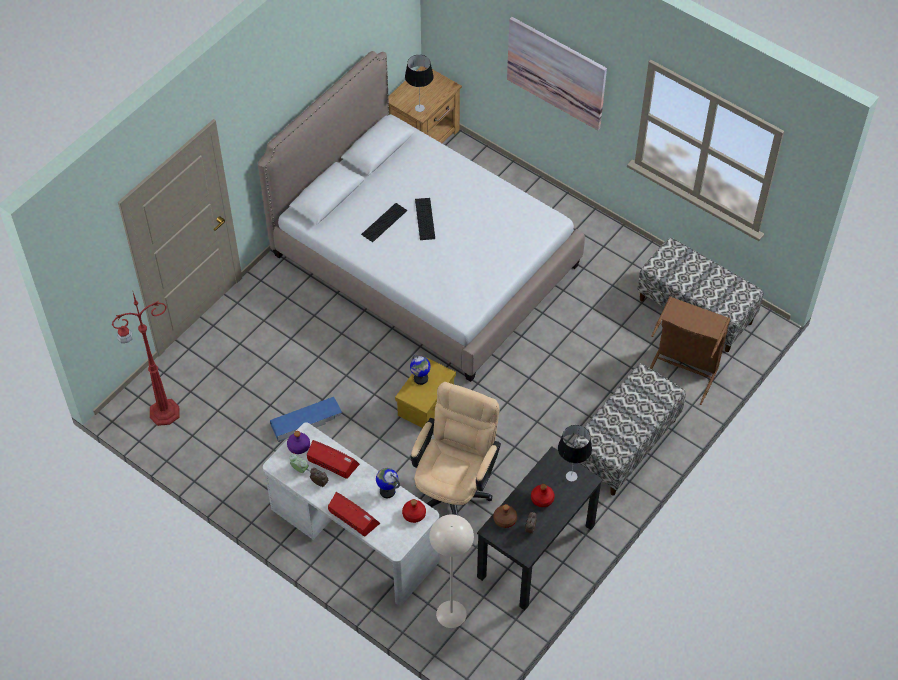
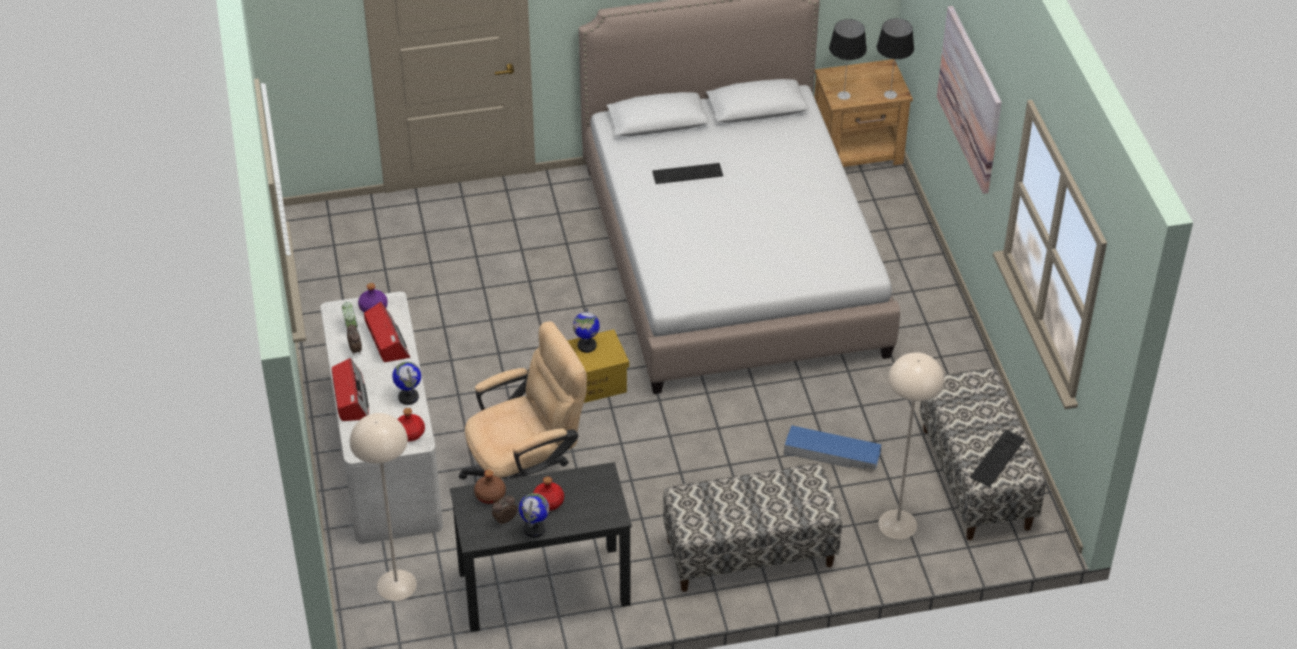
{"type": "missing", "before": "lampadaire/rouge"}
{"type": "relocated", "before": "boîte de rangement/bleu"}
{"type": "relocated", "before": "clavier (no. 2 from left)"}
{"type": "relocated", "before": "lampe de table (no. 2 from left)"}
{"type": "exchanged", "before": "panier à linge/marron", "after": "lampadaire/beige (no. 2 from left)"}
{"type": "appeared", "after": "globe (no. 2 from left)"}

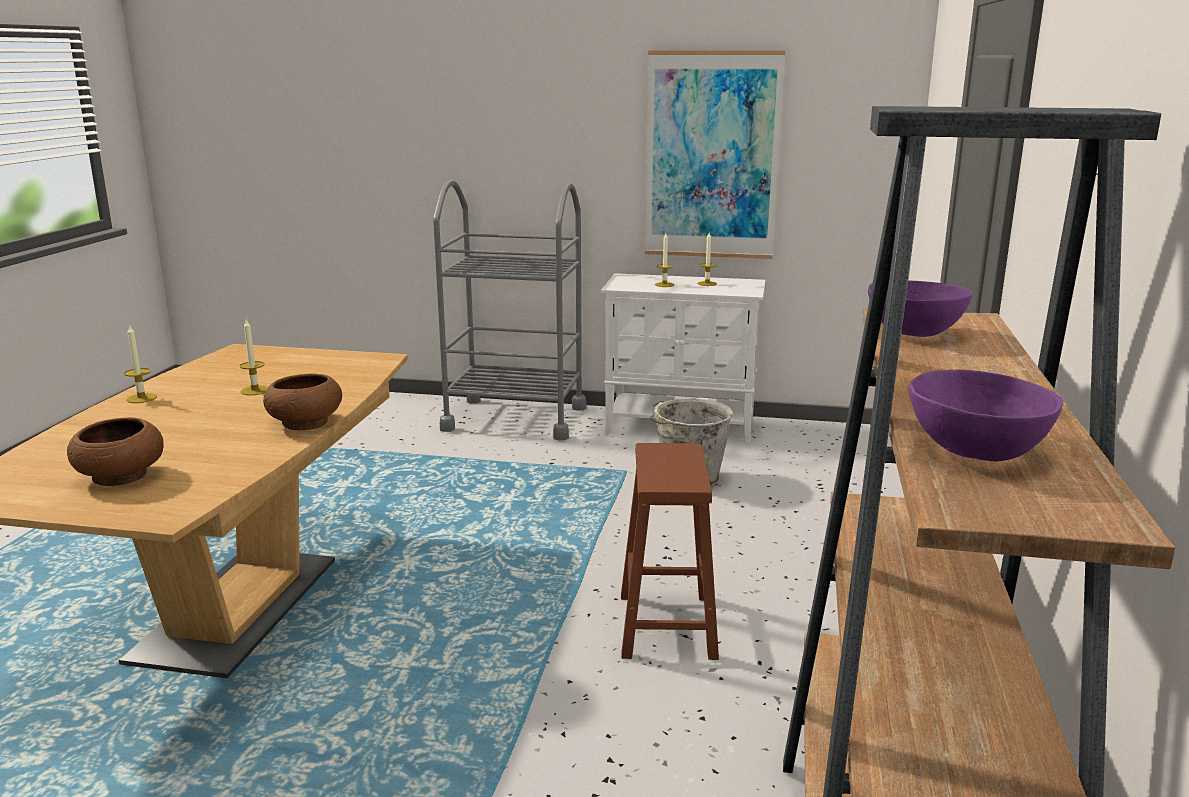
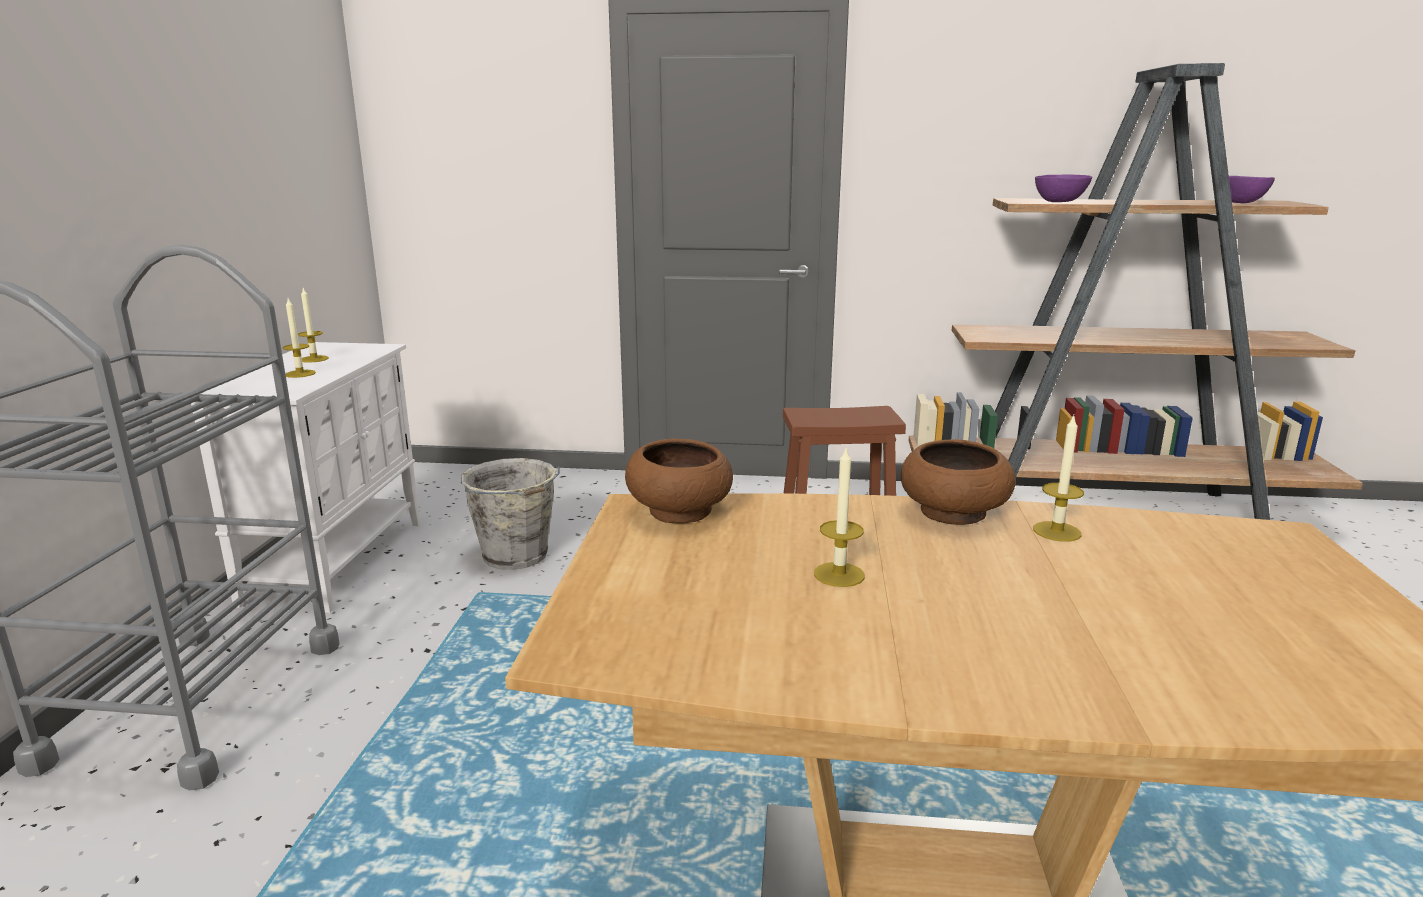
{"type": "relocated", "before": "bol/marron (no. 1 from left)"}
{"type": "relocated", "before": "bougie (no. 1 from left in the first image)", "after": "bougie (no. 4 from left)"}
{"type": "missing", "before": "tableau"}

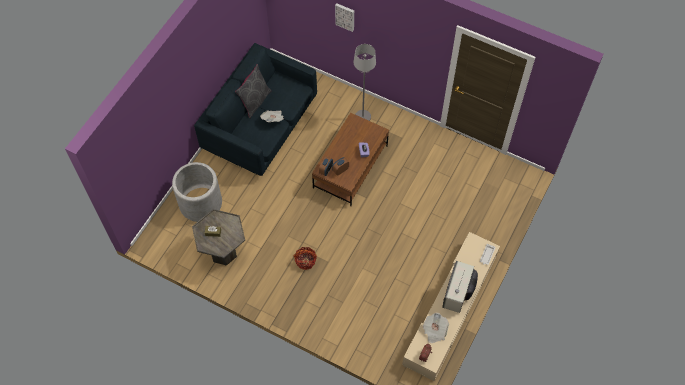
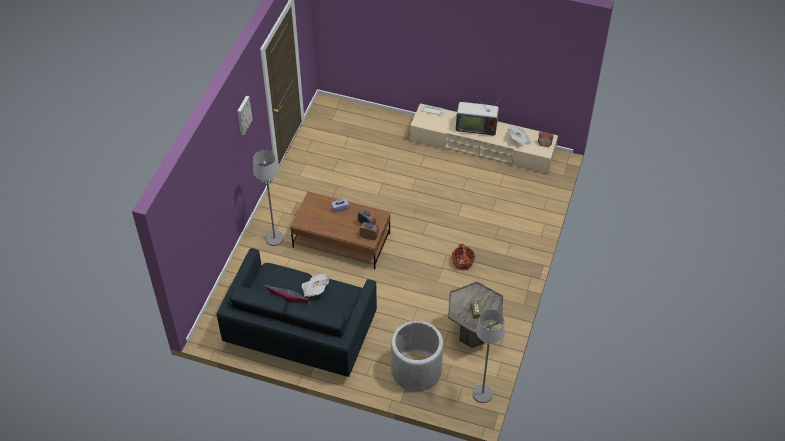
{"type": "relocated", "before": "tableau"}
{"type": "appeared", "after": "lampadaire/gris (no. 2 from left)"}

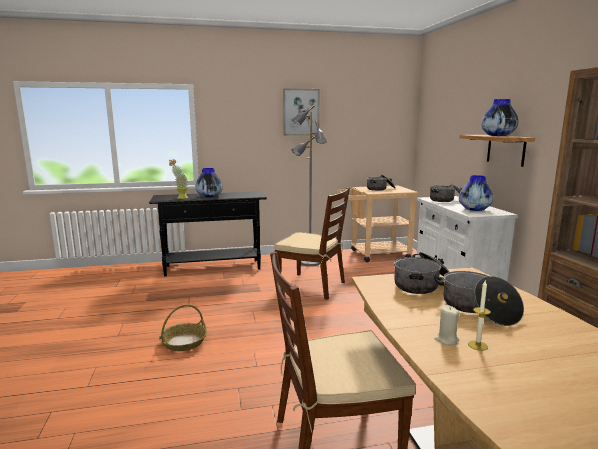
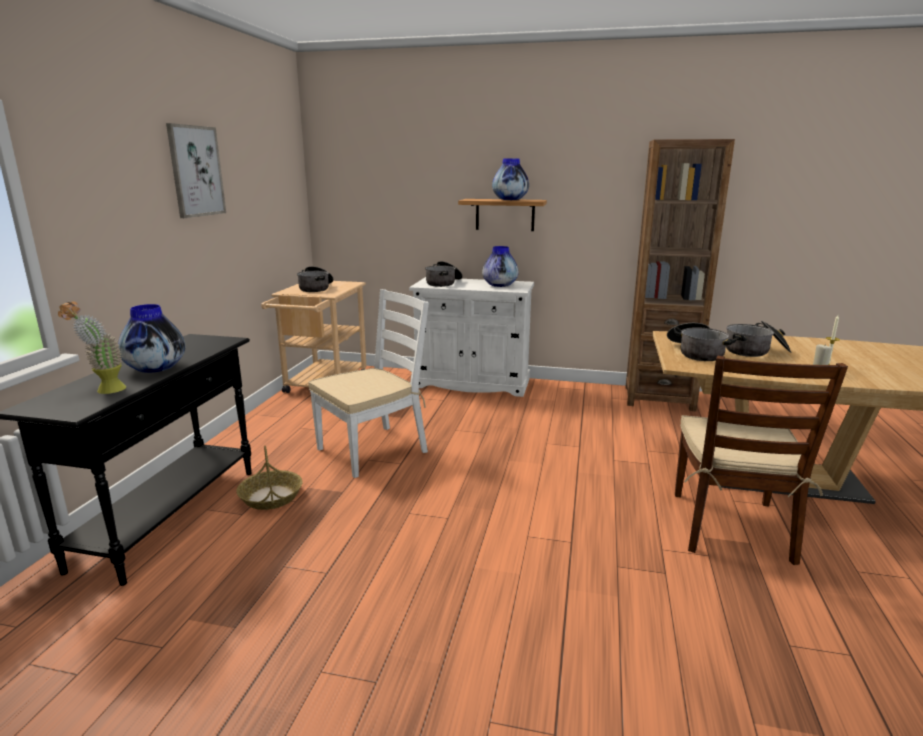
{"type": "relocated", "before": "panier"}
{"type": "colour", "before": "chaise/marron (no. 1 from left)", "after": "chaise/blanc"}
{"type": "missing", "before": "lampadaire/gris"}

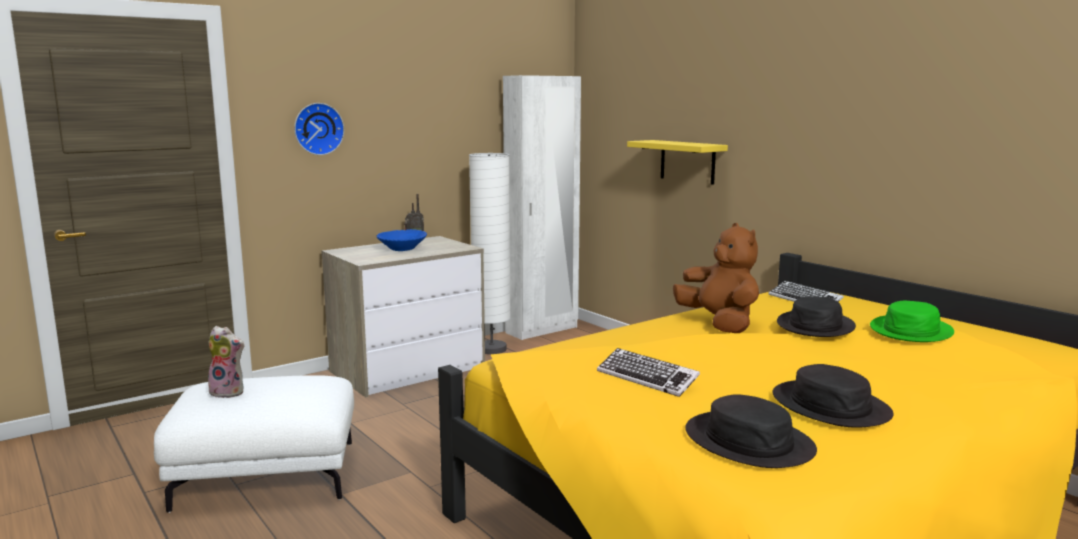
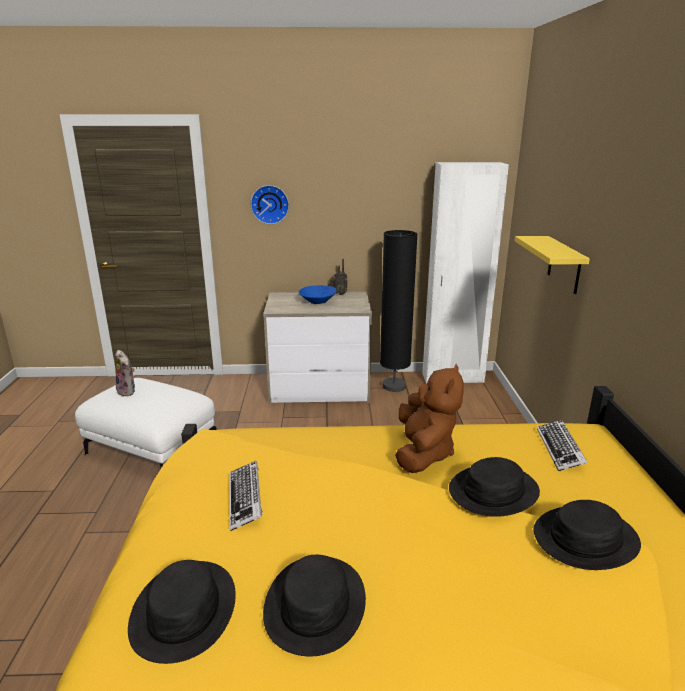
{"type": "colour", "before": "lampadaire/blanc", "after": "lampadaire/noir"}
{"type": "colour", "before": "chapeau/vert", "after": "chapeau/noir (no. 4 from left)"}

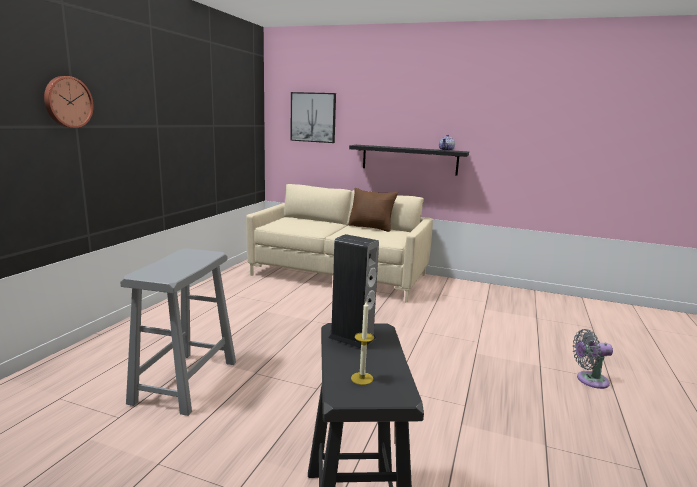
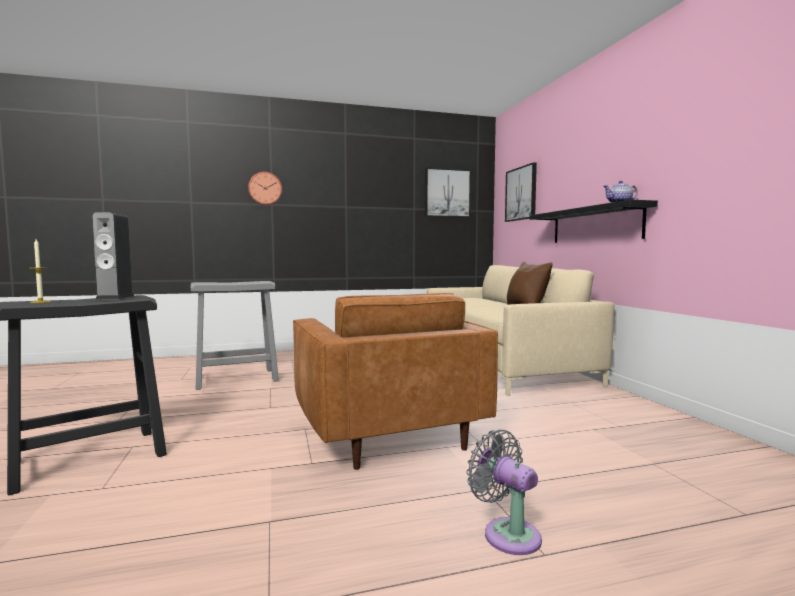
{"type": "appeared", "after": "fauteuil/marron"}
{"type": "appeared", "after": "tableau (no. 1 from left)"}

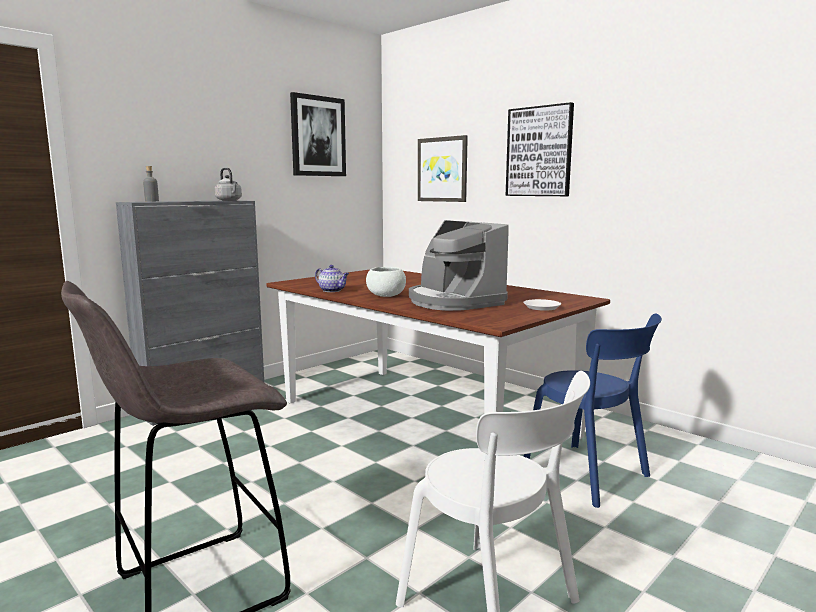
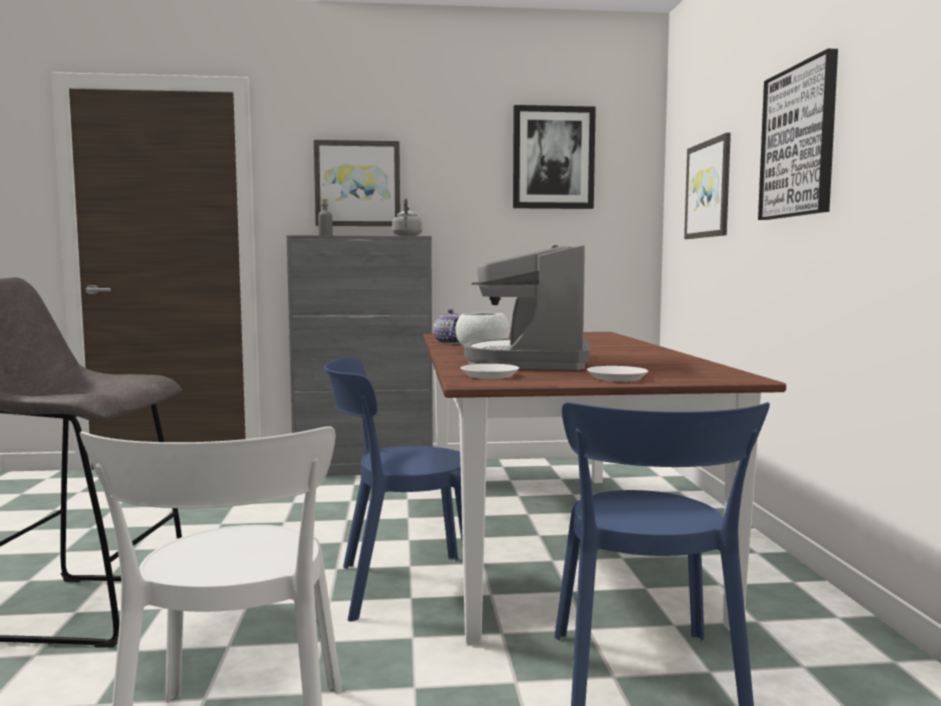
{"type": "appeared", "after": "tableau (no. 1 from left)"}
{"type": "appeared", "after": "chaise/bleu (no. 1 from left)"}
{"type": "appeared", "after": "assiette/blanc (no. 1 from left)"}

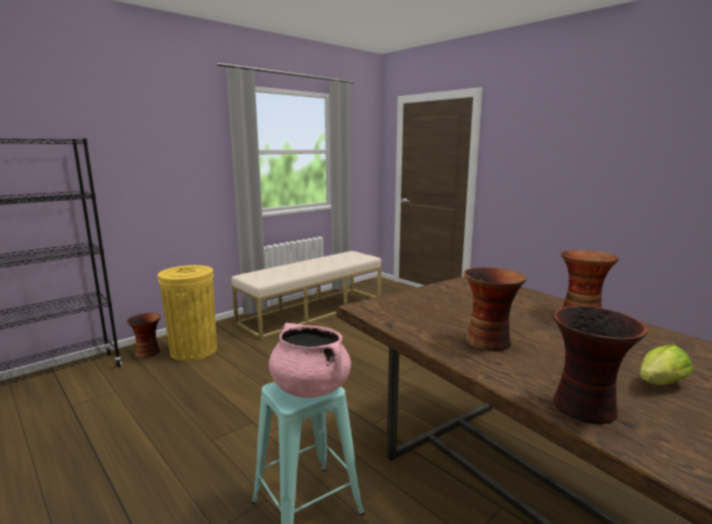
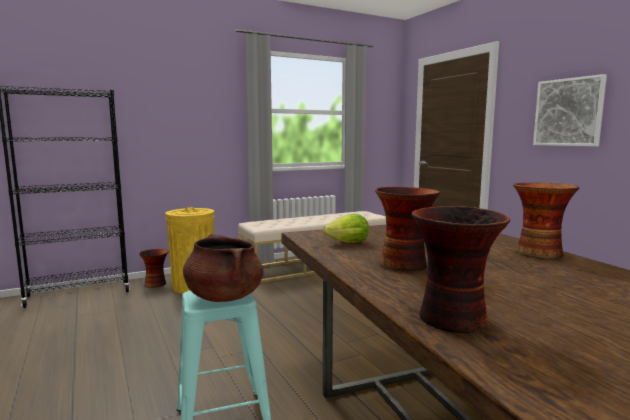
{"type": "colour", "before": "marmite/rose", "after": "marmite/marron"}
{"type": "relocated", "before": "laitue"}
{"type": "appeared", "after": "tableau"}

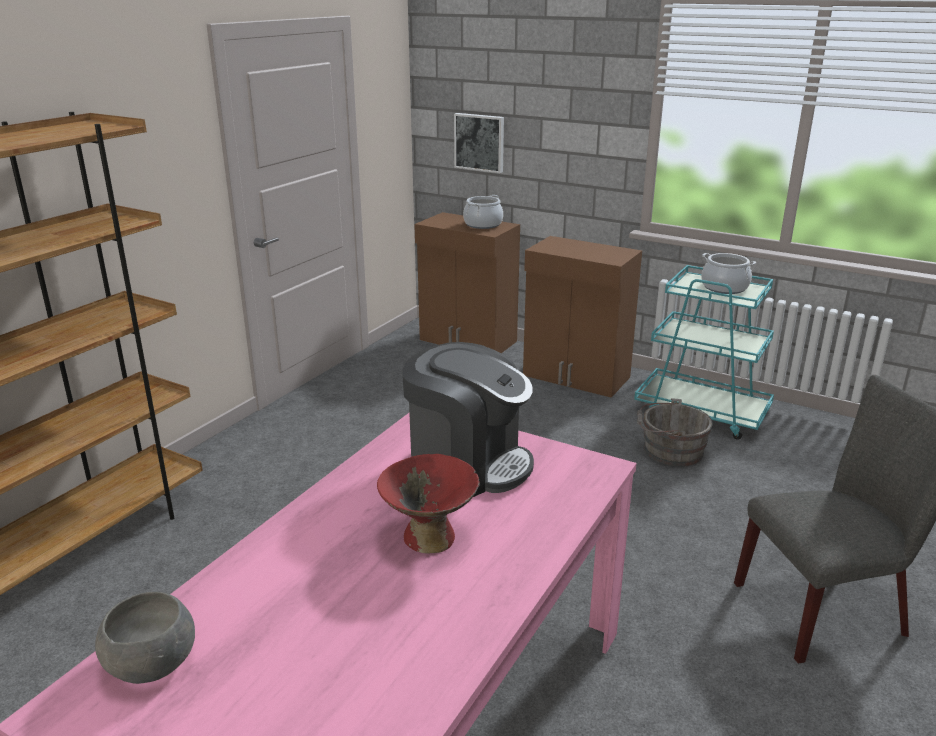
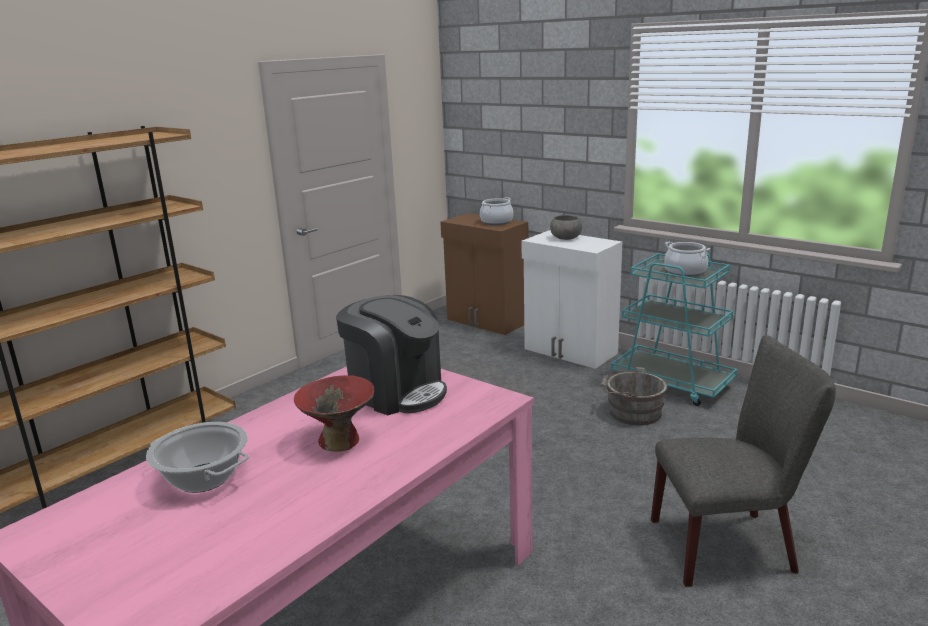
{"type": "relocated", "before": "bol/gris"}
{"type": "missing", "before": "tableau"}
{"type": "colour", "before": "meuble de rangement/marron (no. 2 from left)", "after": "meuble de rangement/blanc"}
{"type": "appeared", "after": "marmite (no. 1 from left)"}

